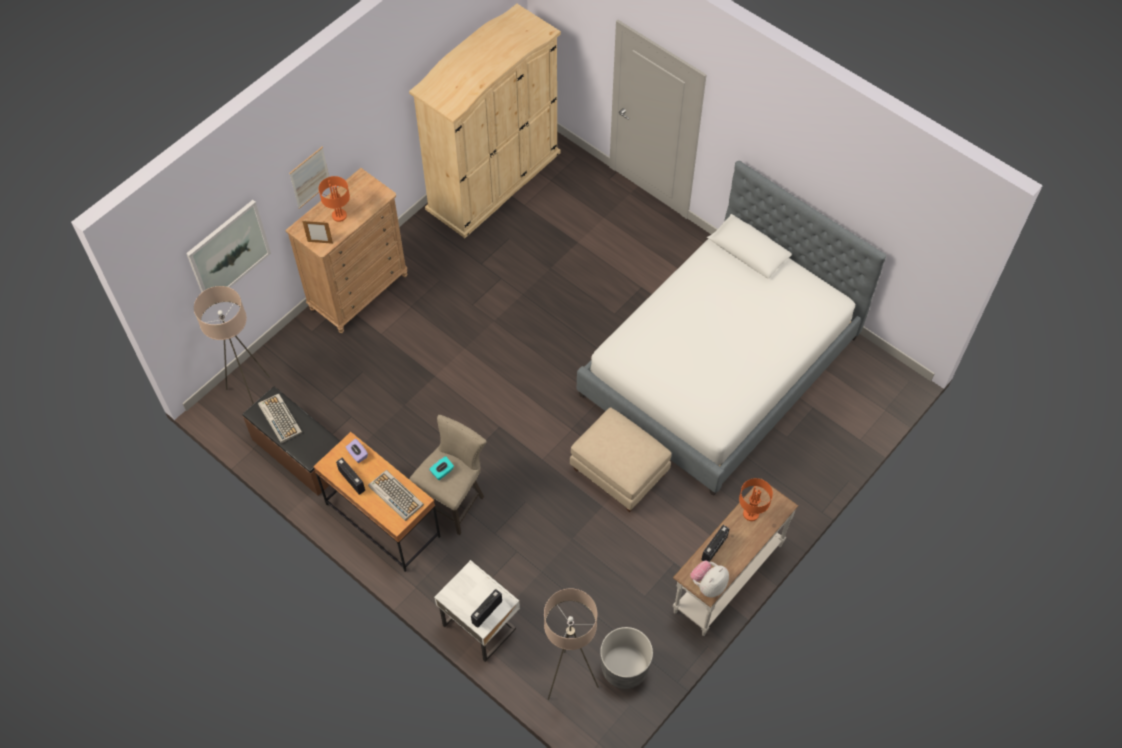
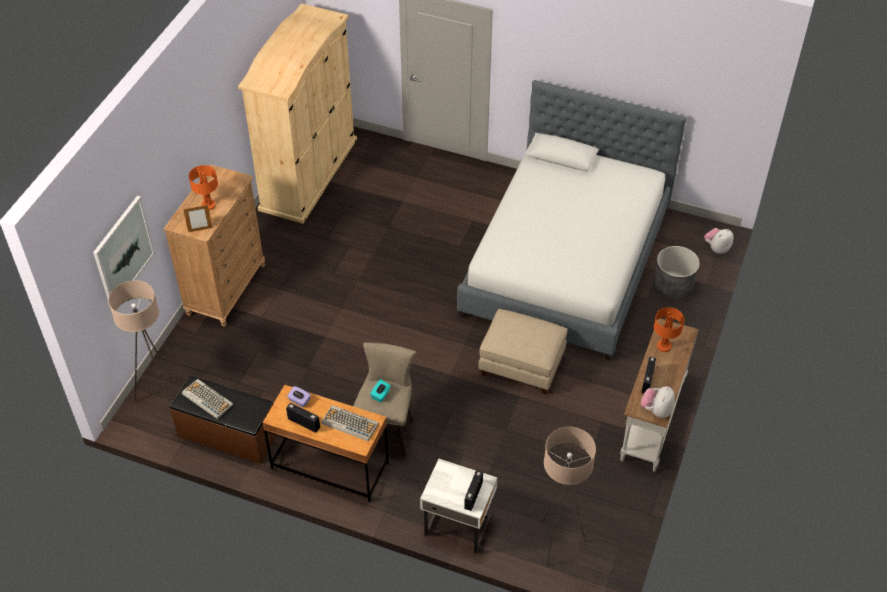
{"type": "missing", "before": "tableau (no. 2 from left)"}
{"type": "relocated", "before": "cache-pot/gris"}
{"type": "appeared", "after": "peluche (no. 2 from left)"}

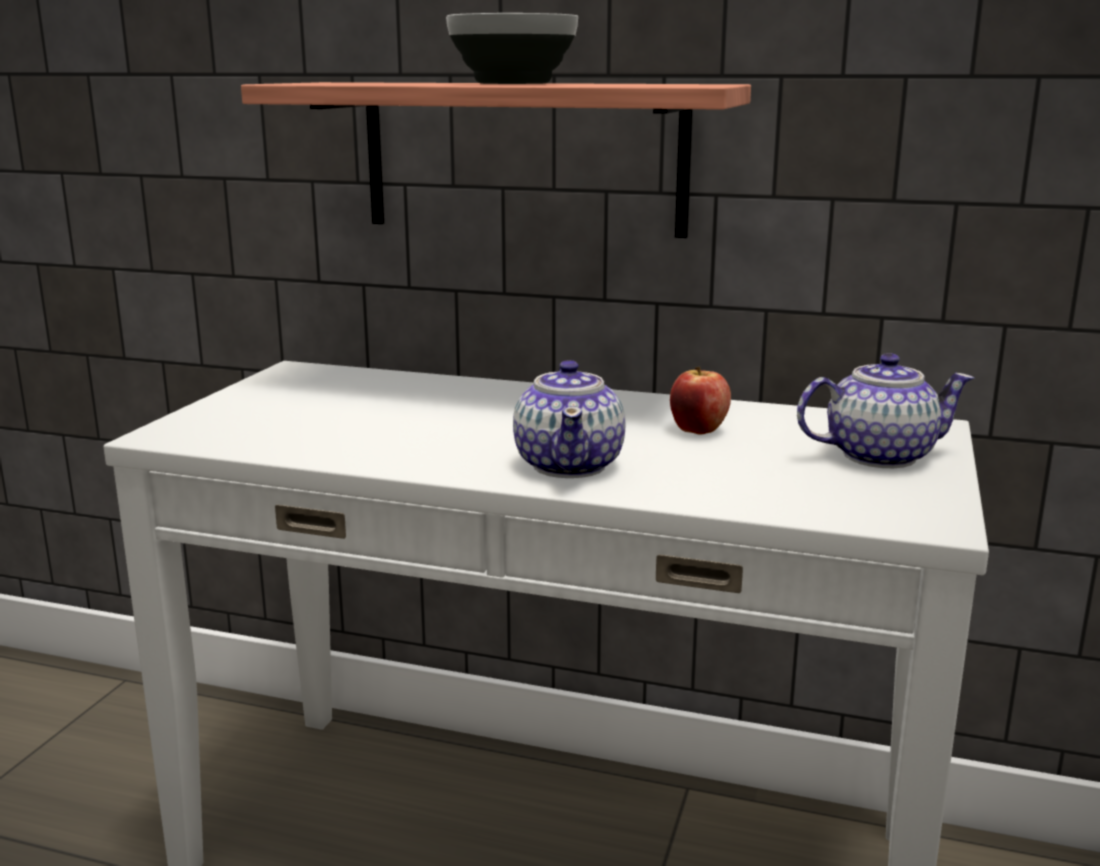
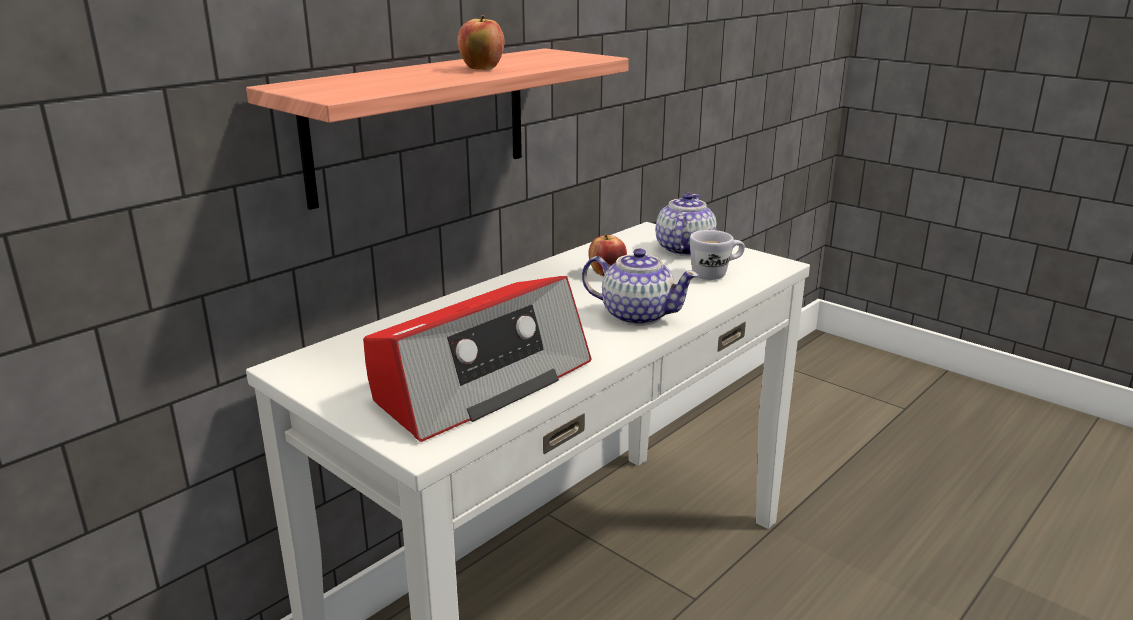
{"type": "exchanged", "before": "bol", "after": "pomme (no. 1 from left)"}
{"type": "appeared", "after": "radio"}
{"type": "appeared", "after": "mug/blanc"}

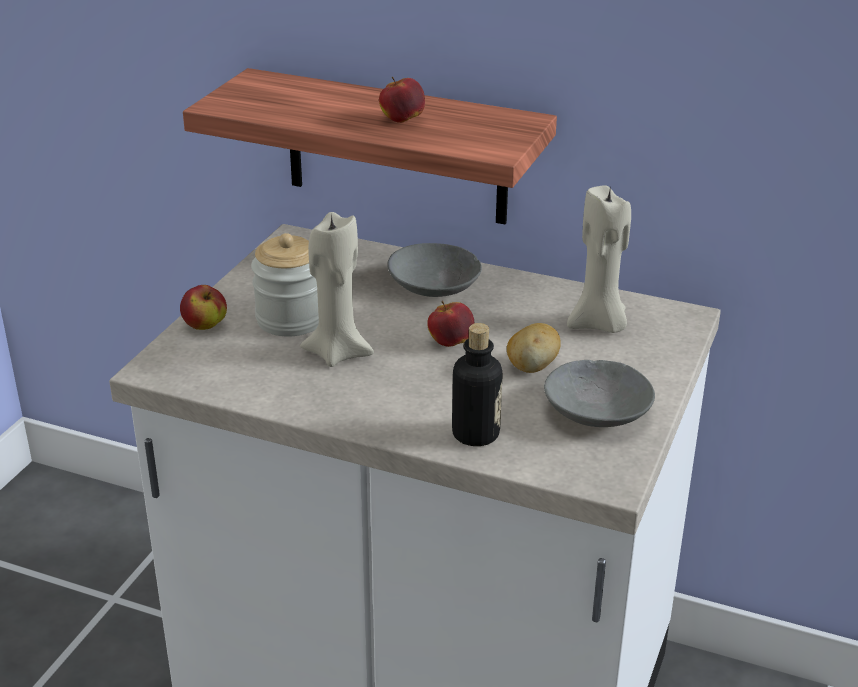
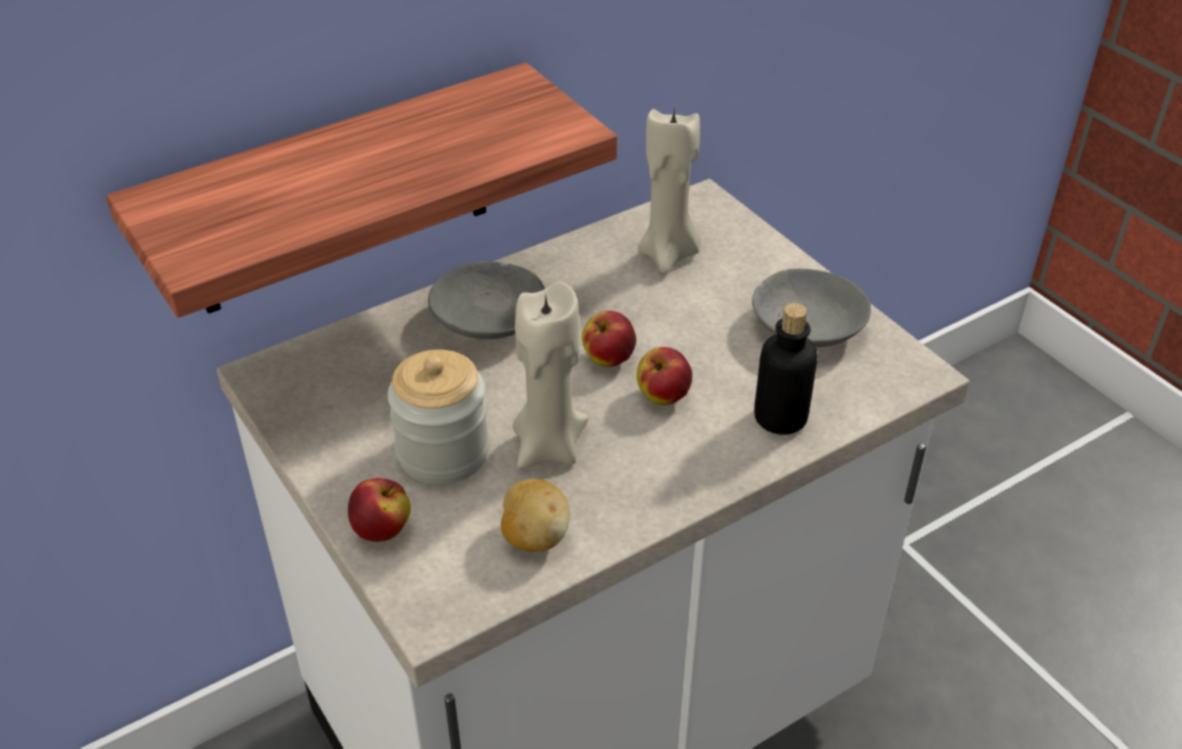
{"type": "relocated", "before": "pomme (no. 2 from left in the first image)", "after": "pomme (no. 3 from left)"}
{"type": "relocated", "before": "pomme de terre"}

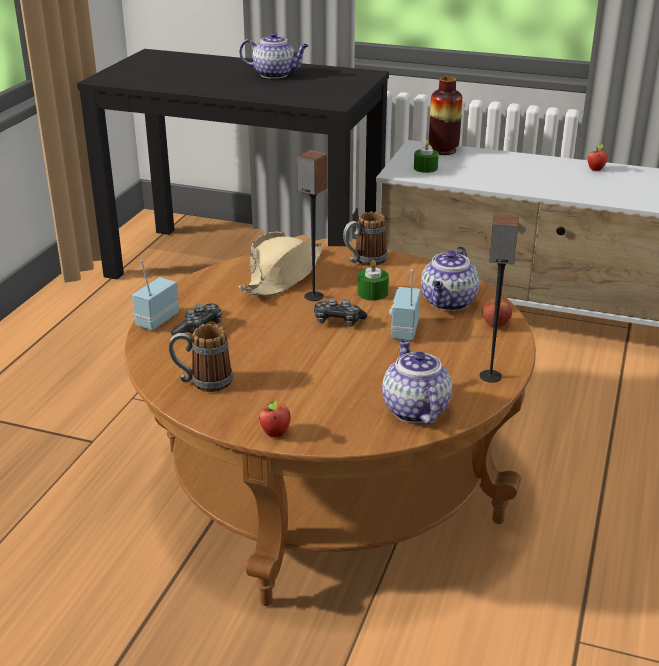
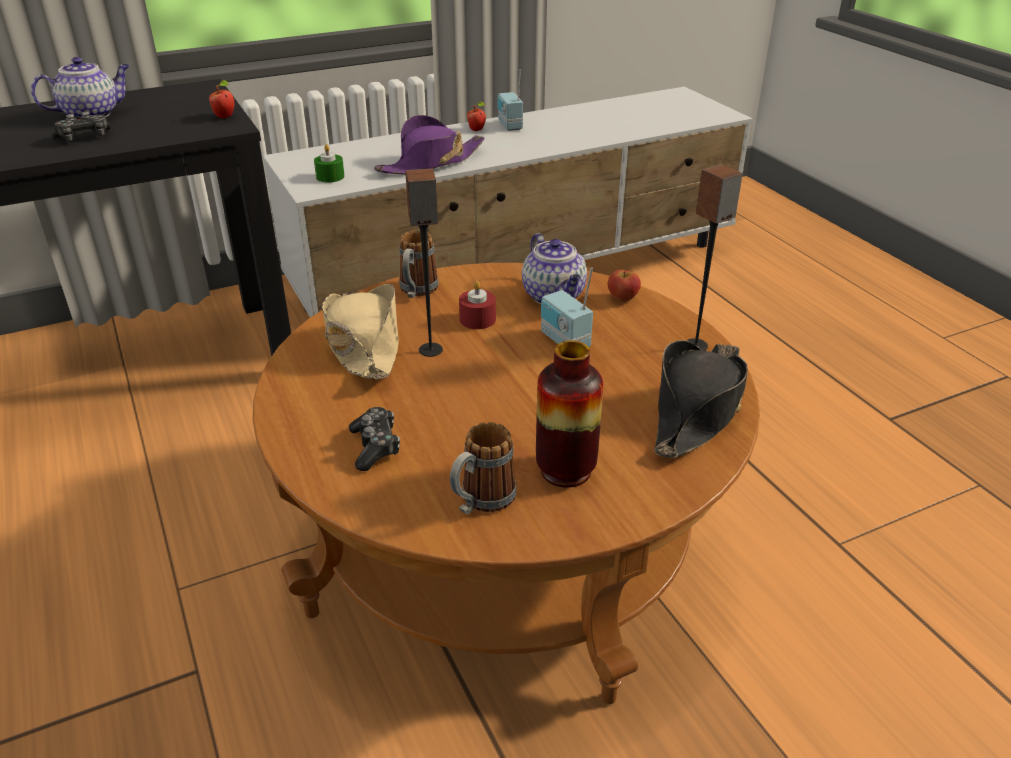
{"type": "relocated", "before": "radio (no. 1 from left)"}
{"type": "relocated", "before": "pomme (no. 1 from left)"}
{"type": "relocated", "before": "manette (no. 2 from left in the first image)", "after": "manette (no. 1 from left)"}
{"type": "colour", "before": "bougie/vert (no. 1 from left)", "after": "bougie/rouge"}
{"type": "exchanged", "before": "théière (no. 2 from left)", "after": "chapeau/noir"}
{"type": "relocated", "before": "vase"}
{"type": "appeared", "after": "chapeau/violet"}

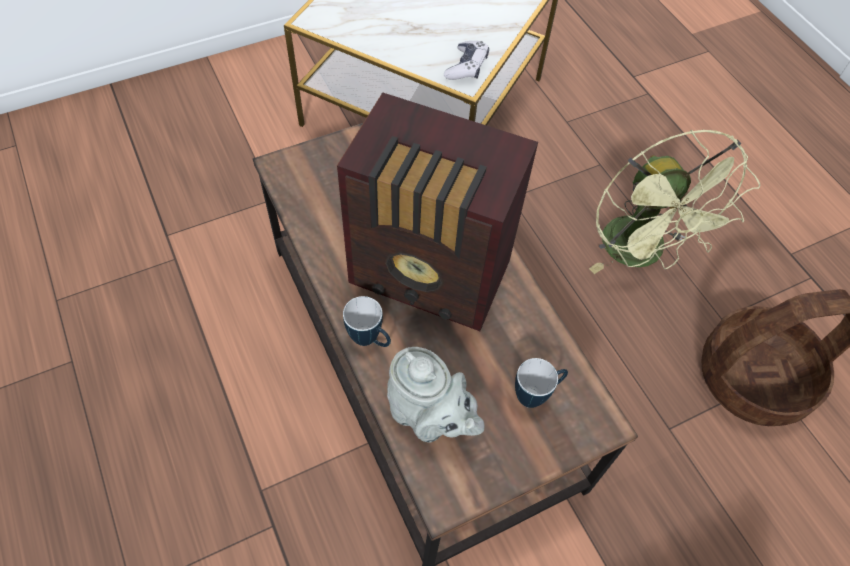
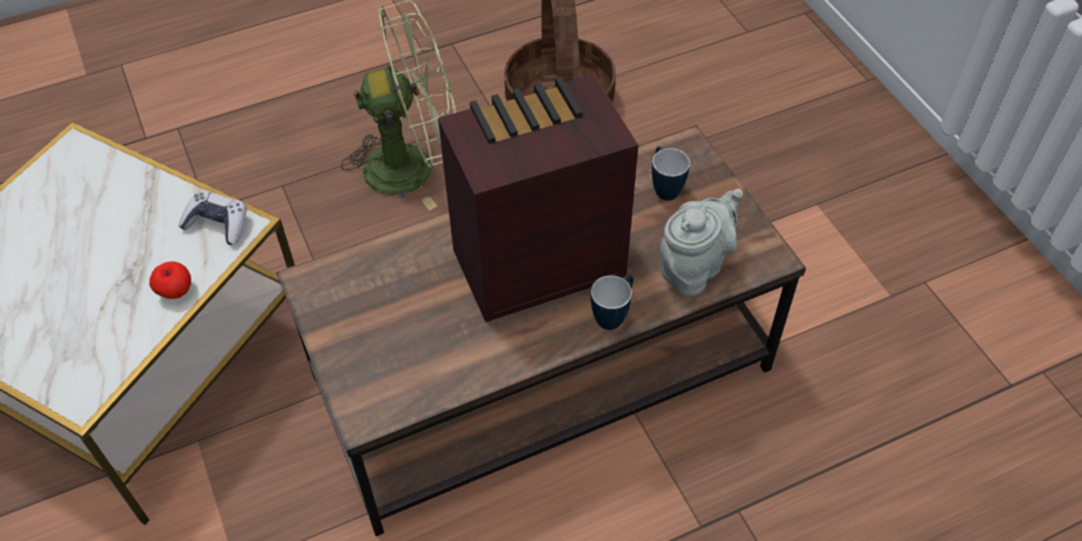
{"type": "spun", "before": "radio", "turn": -135}
{"type": "appeared", "after": "pomme"}

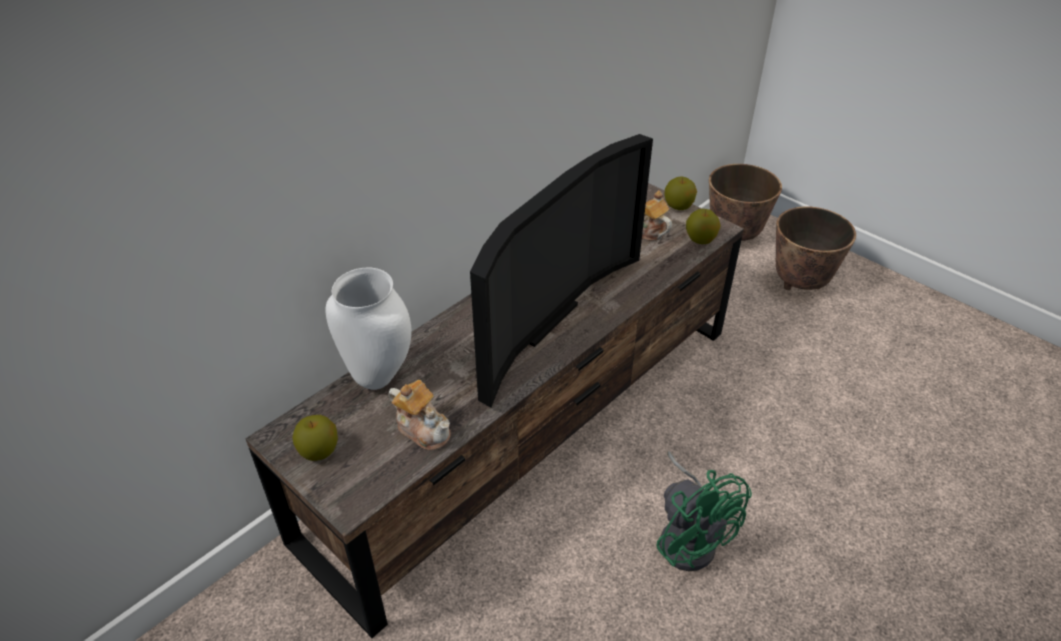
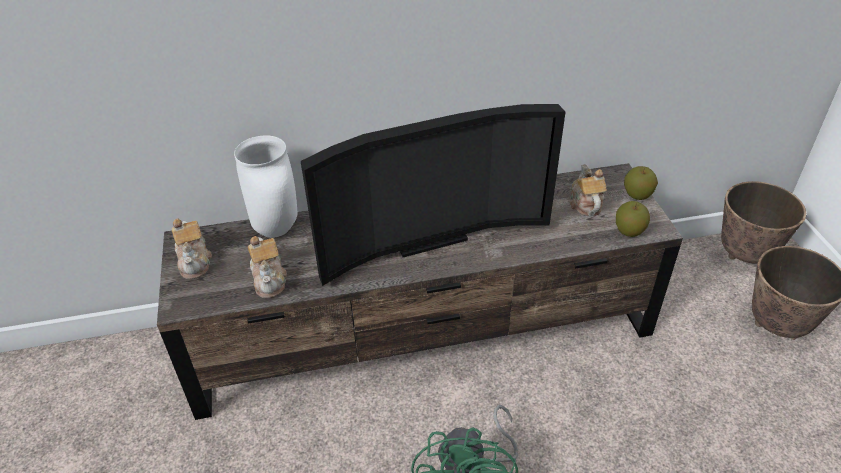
{"type": "exchanged", "before": "pomme (no. 1 from left)", "after": "théière (no. 1 from left)"}

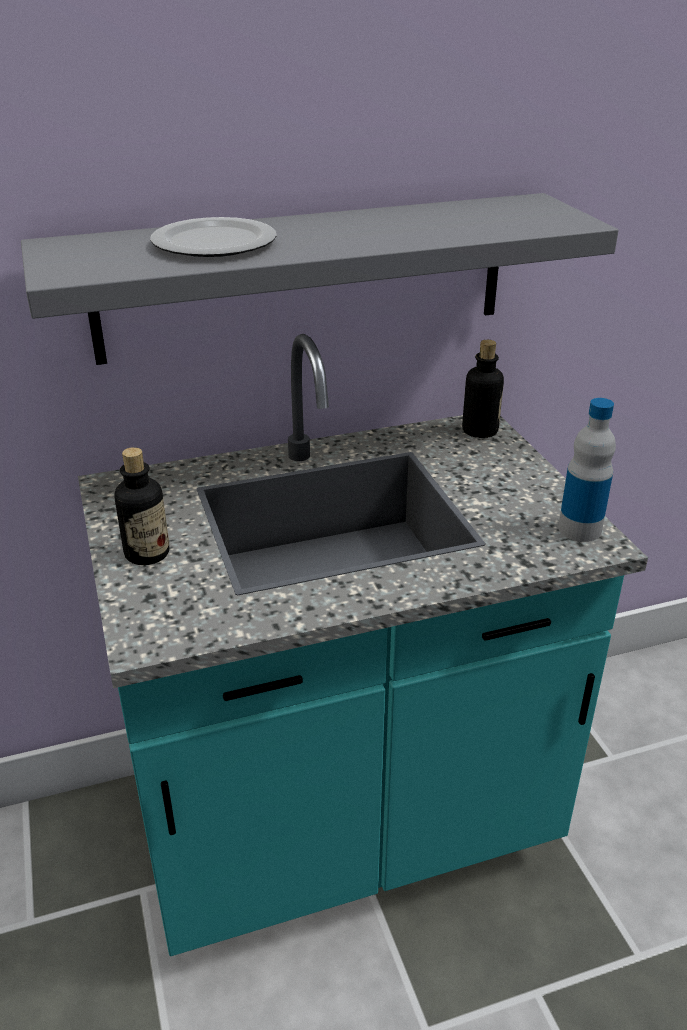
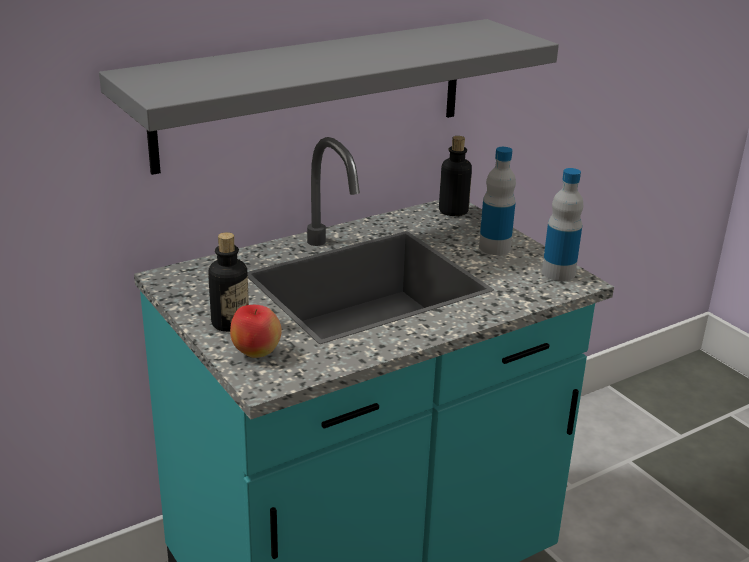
{"type": "missing", "before": "assiette"}
{"type": "appeared", "after": "pomme"}
{"type": "appeared", "after": "bouteille (no. 3 from left)"}

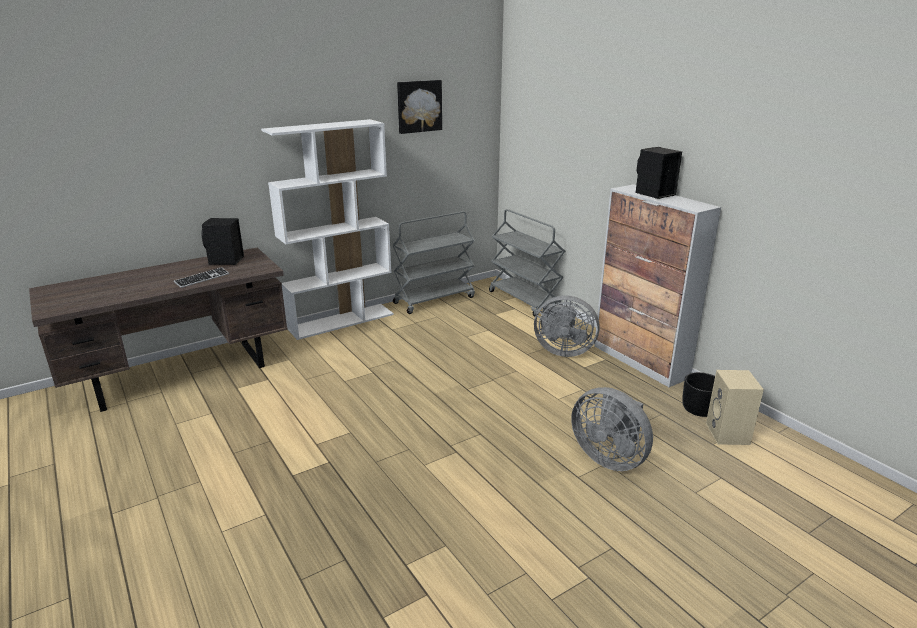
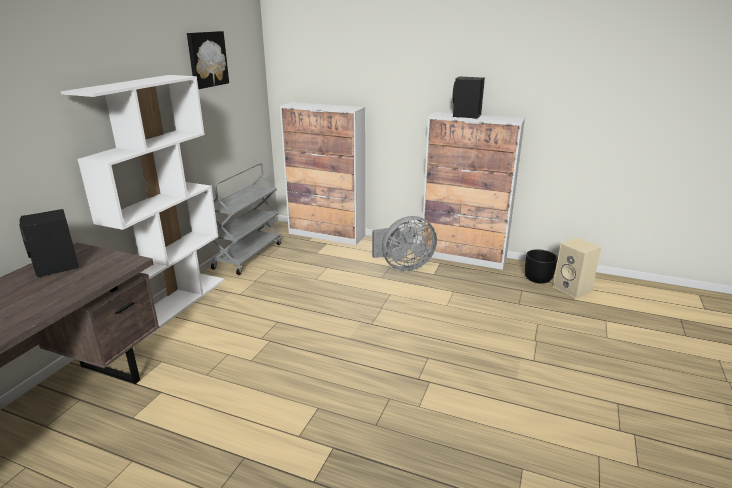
{"type": "missing", "before": "clavier"}
{"type": "exchanged", "before": "chariot/gris (no. 2 from left)", "after": "meuble de rangement (no. 1 from left)"}
{"type": "missing", "before": "ventilateur/gris (no. 2 from left)"}

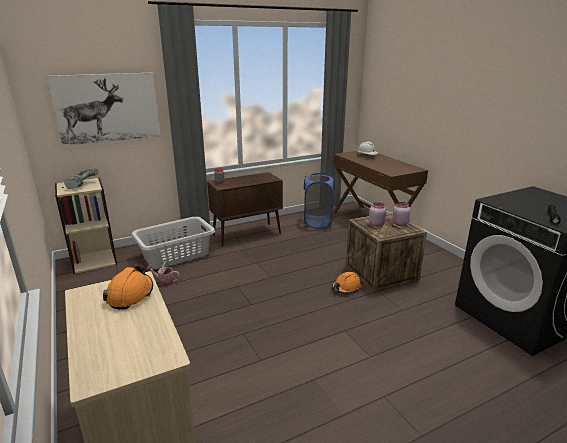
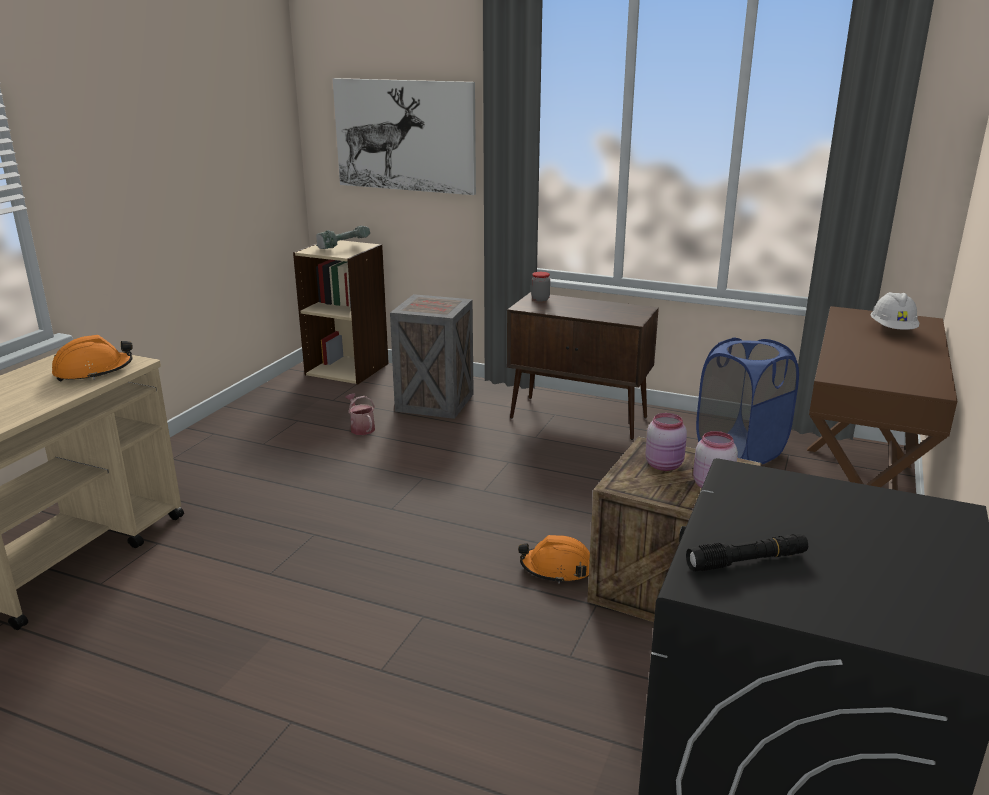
{"type": "exchanged", "before": "panier à linge/gris", "after": "caisse (no. 1 from left)"}

